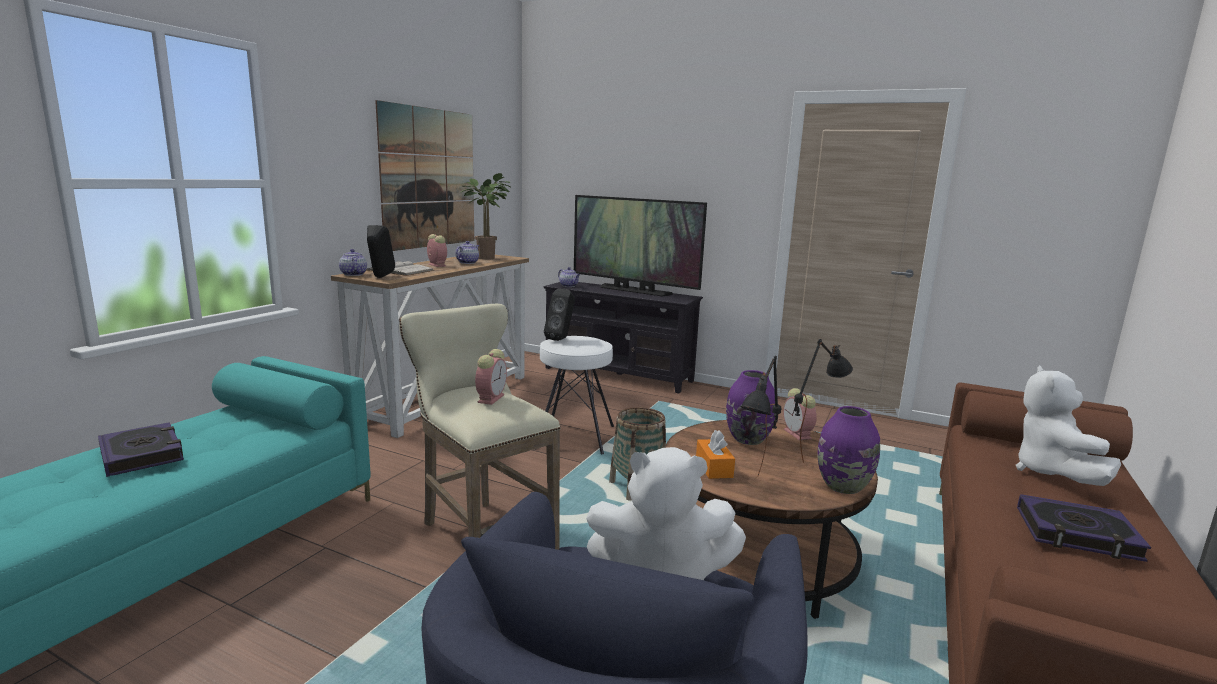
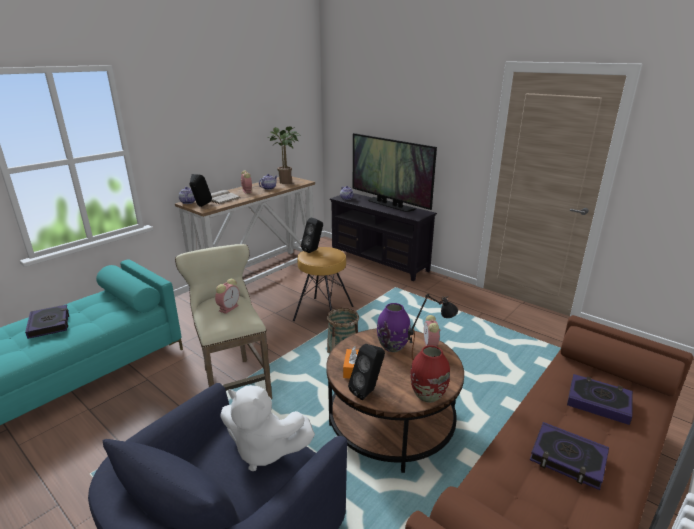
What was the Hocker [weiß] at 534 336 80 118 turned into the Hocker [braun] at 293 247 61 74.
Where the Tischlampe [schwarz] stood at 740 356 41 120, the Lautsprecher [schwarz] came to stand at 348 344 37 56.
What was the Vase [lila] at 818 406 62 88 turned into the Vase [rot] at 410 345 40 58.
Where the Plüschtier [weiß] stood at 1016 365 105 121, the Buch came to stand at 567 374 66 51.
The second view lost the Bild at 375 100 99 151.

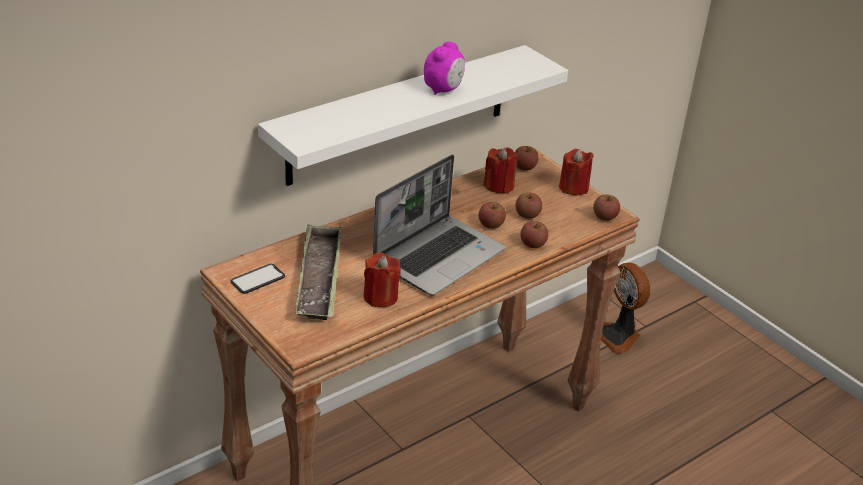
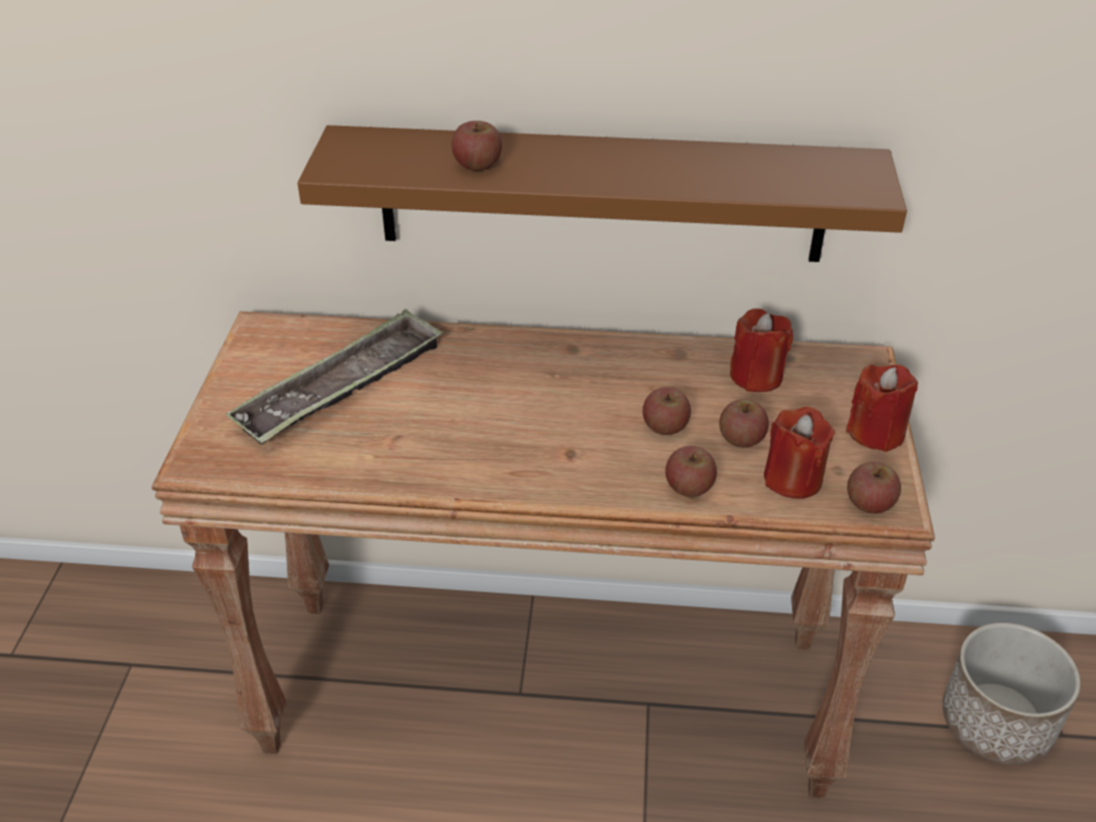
What was the Wandregal [weiß] at 258 45 310 141 turned into the Wandregal [braun] at 297 125 610 137.
The Apfel ended up elsewhere, having gone from 515 146 23 25 to 452 121 50 50.
The Kerze [rot] ended up elsewhere, having gone from 363 252 38 55 to 764 407 71 92.
Where the Ventilator stood at 601 262 49 92, the Pflanzkübel came to stand at 943 623 138 142.
The second view lost the Handy at 230 264 55 30.
The second view lost the Laptop at 373 154 133 142.
The second view lost the Wecker at 424 42 41 53.

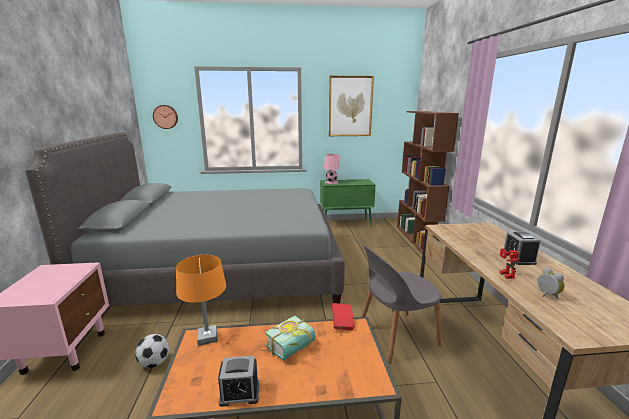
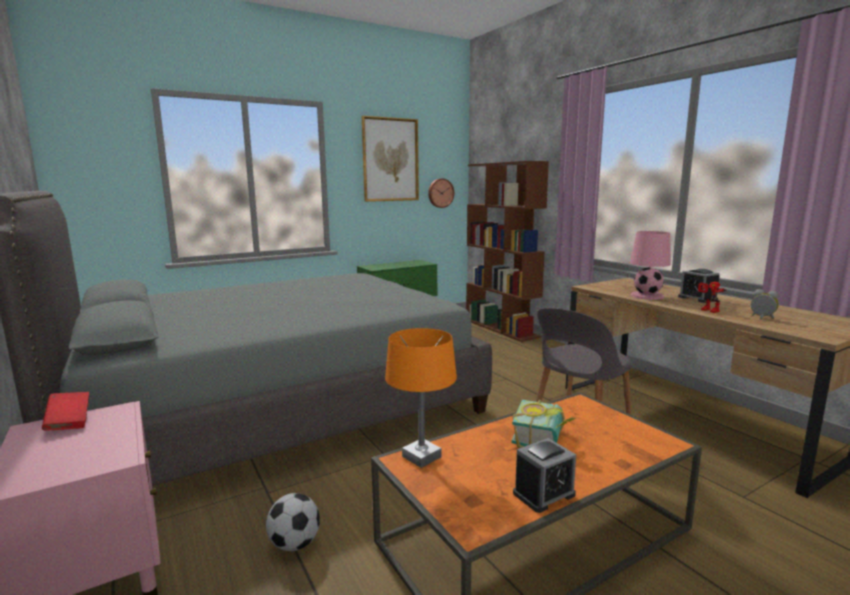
The Buch [rot] ended up elsewhere, having gone from 332 303 23 28 to 42 392 47 39.
The Wanduhr ended up elsewhere, having gone from 153 105 25 24 to 428 179 26 29.
The Tischlampe [rosa] ended up elsewhere, having gone from 324 154 16 30 to 630 231 41 69.

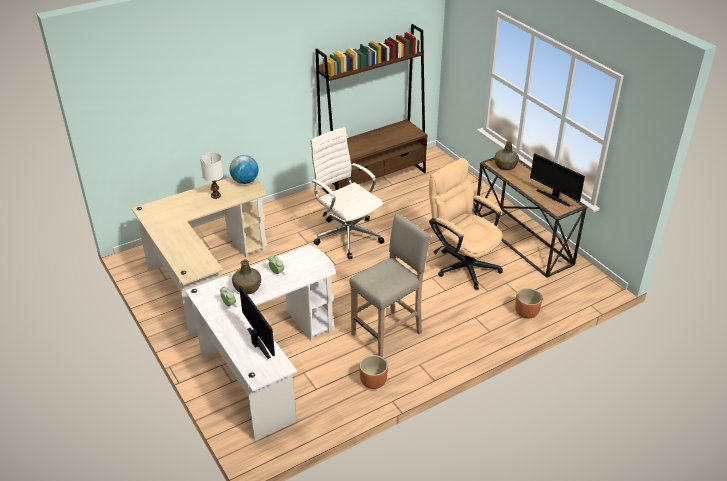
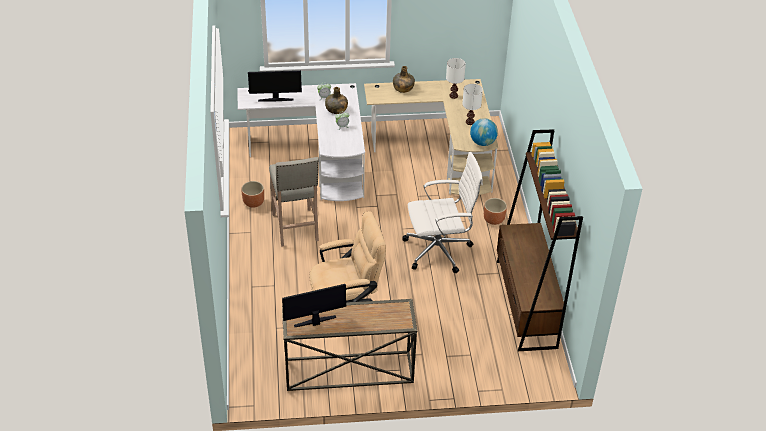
The Flasche [grün] ended up elsewhere, having gone from 495 141 24 29 to 393 66 22 27.
The second view gained the Tischlampe [weiß] at 446 58 20 41.
The Pflanzkübel [braun] ended up elsewhere, having gone from 515 288 27 30 to 484 198 23 27.

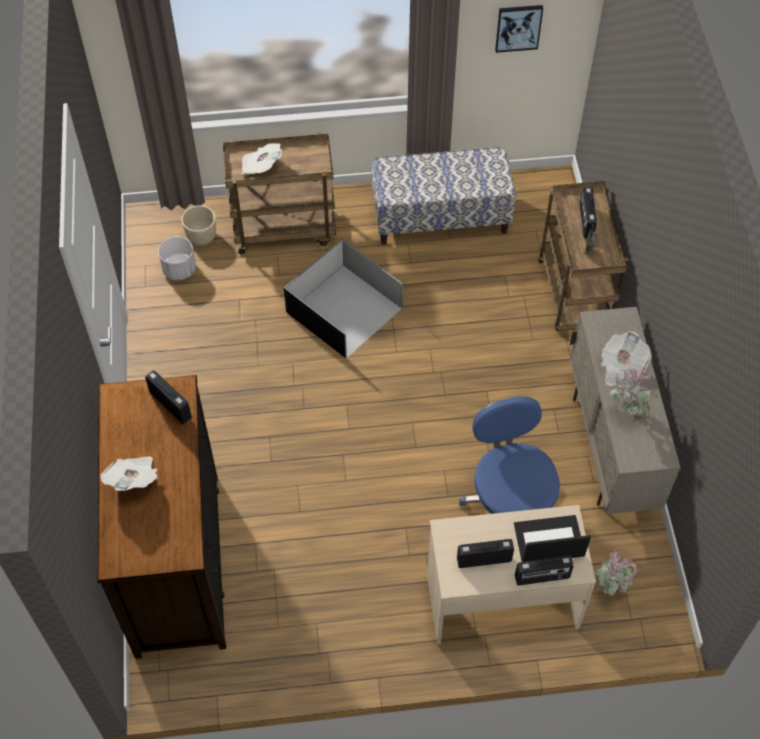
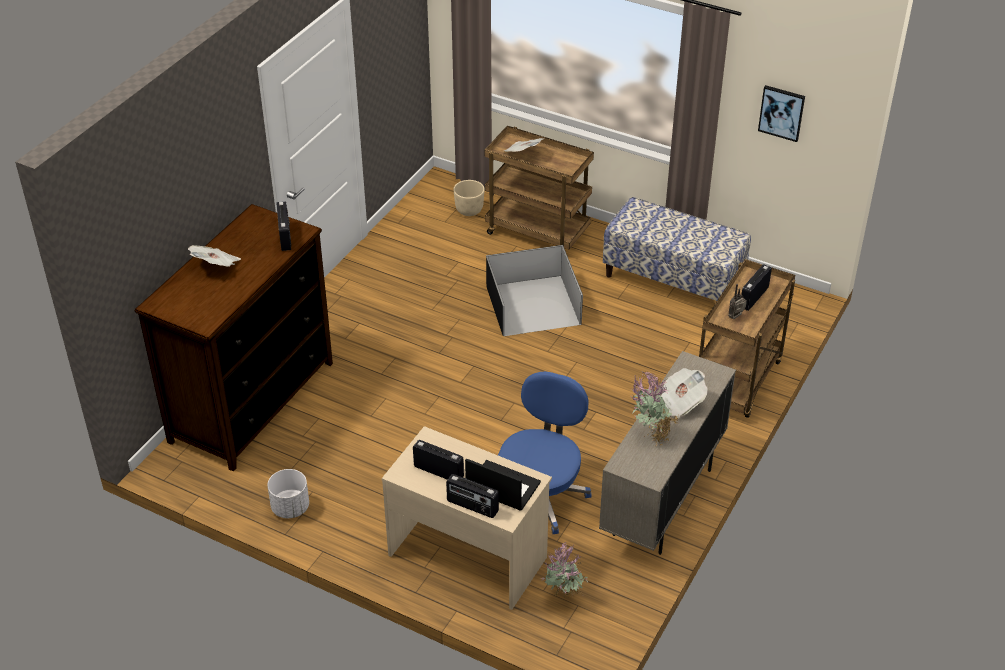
The Pflanzkübel [weiß] ended up elsewhere, having gone from 158 237 38 43 to 267 469 42 49.

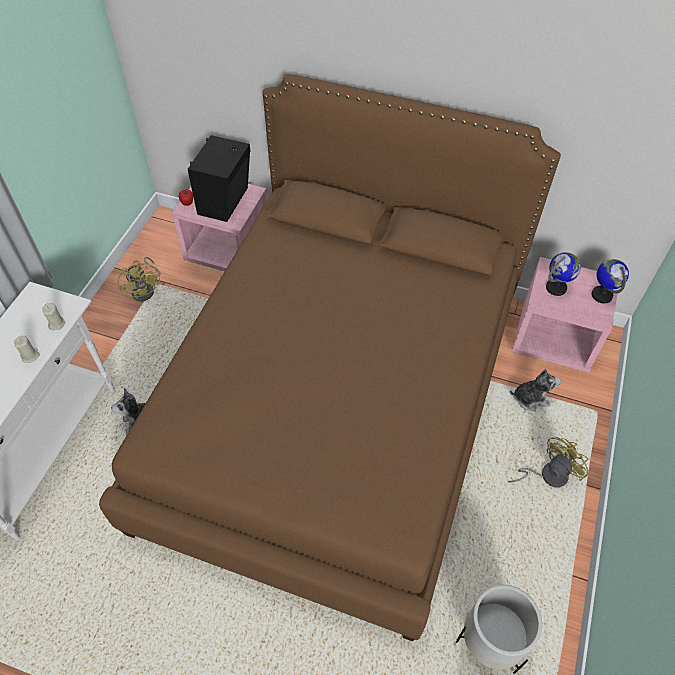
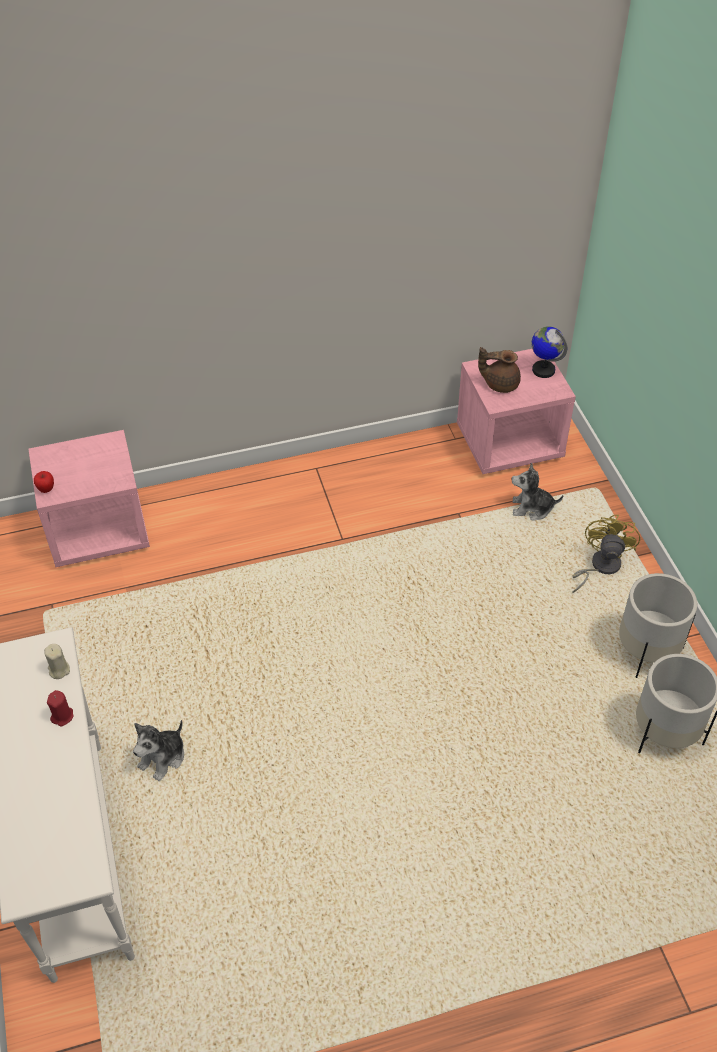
What was the Kerze [beige] at 14 336 26 27 turned into the Kerze [rot] at 47 690 26 37.
Where the Globus stood at 546 252 35 44, the Teekanne [braun] came to stand at 478 347 43 46.
The Plüschtier at 509 369 52 42 ended up facing another way, 135 degrees counterclockwise from before.
The second view gained the Pflanzkübel [weiß] at 619 573 78 105.
The second view lost the Bett [braun] at 99 74 462 567.
The second view lost the Ventilator [gelb] at 118 257 43 45.
The second view lost the Lautsprecher [schwarz] at 188 135 63 87.

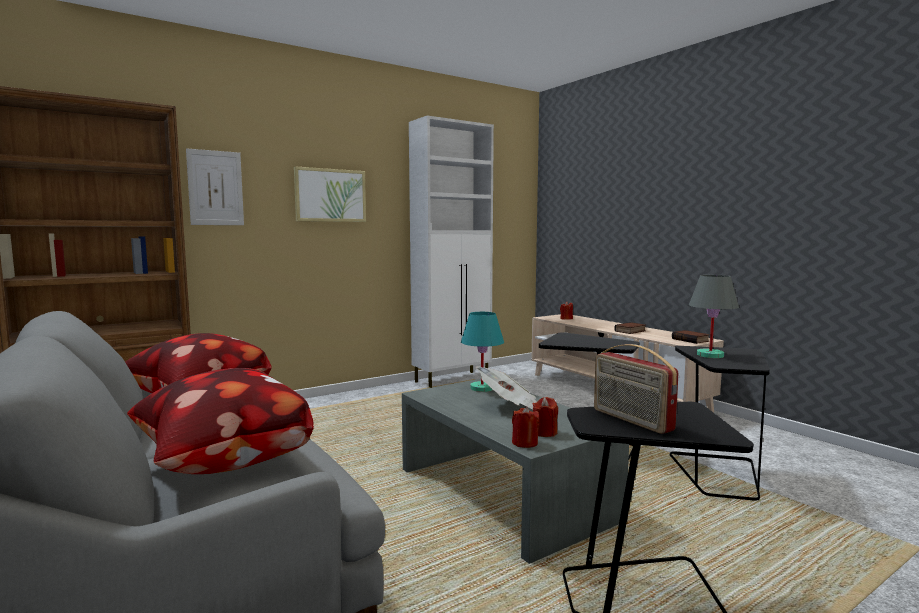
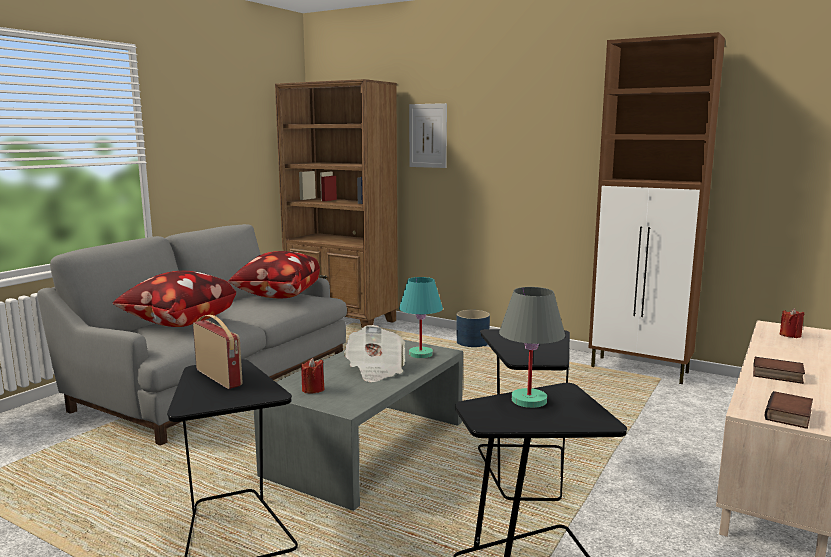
The Radio at 594 344 85 90 ended up facing another way, 105 degrees clockwise from before.
The second view gained the Pflanzkübel [blau] at 456 310 34 37.
What was the Schrank [weiß] at 409 115 85 273 turned into the Schrank [braun] at 588 32 137 352.
The second view lost the Bild at 294 166 72 56.
The second view lost the Kerze [rot] at 512 407 27 41.

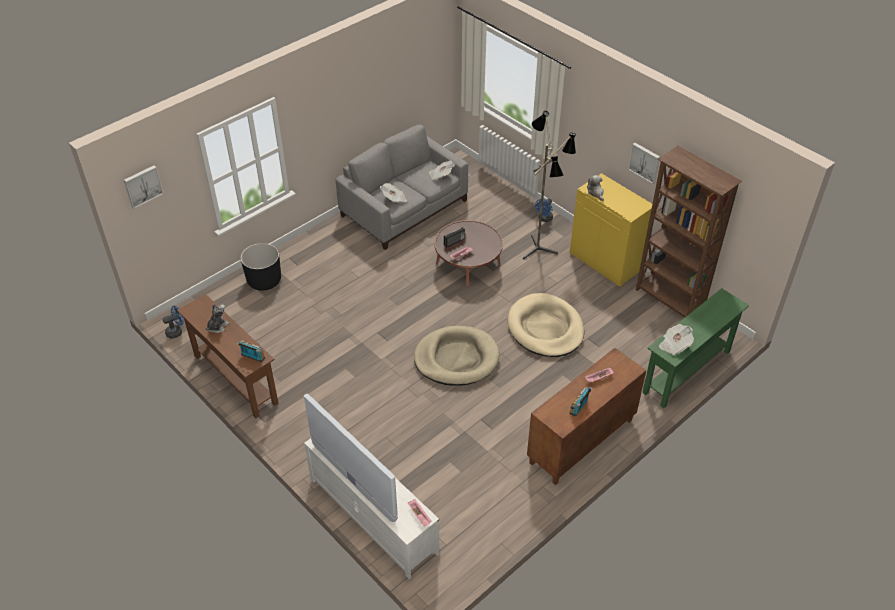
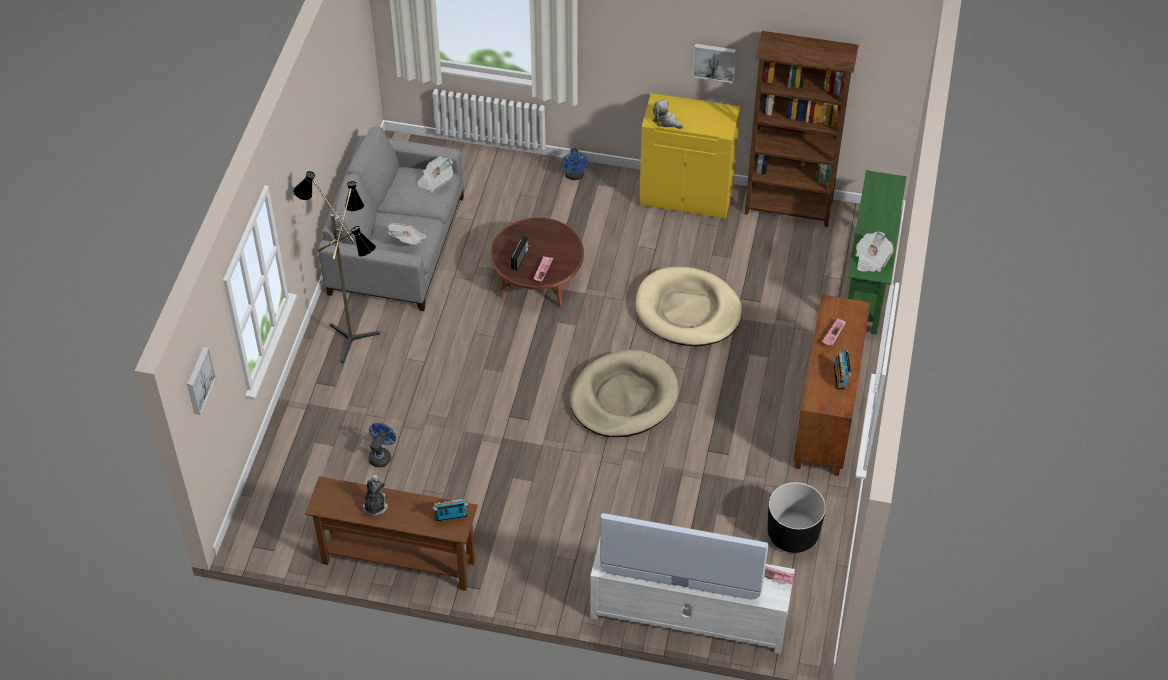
The Stehlampe ended up elsewhere, having gone from 523 111 53 148 to 293 171 87 192.
The Ventilator [blau] ended up elsewhere, having gone from 162 306 22 32 to 369 423 27 45.
The Pflanzkübel [schwarz] ended up elsewhere, having gone from 241 243 40 48 to 768 482 58 71.

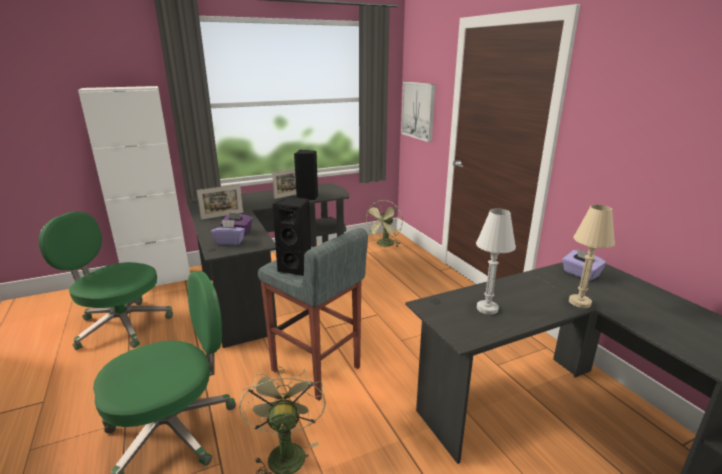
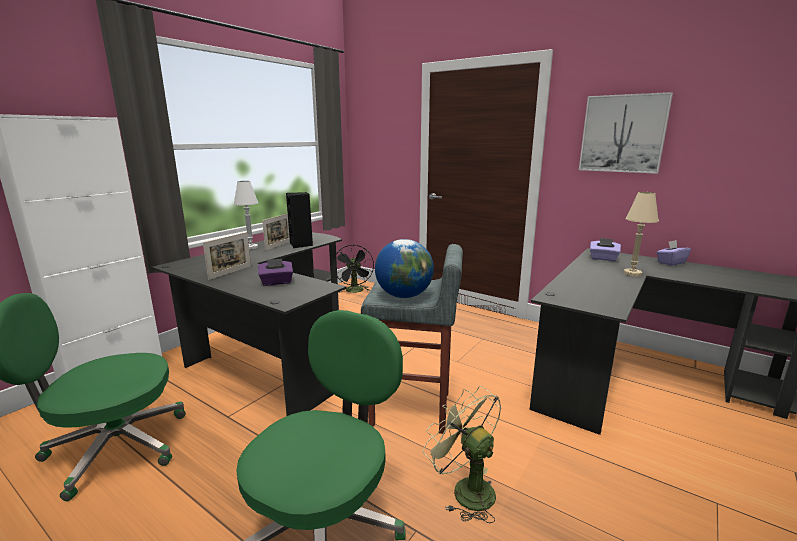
The Tischlampe [weiß] ended up elsewhere, having gone from 476 209 40 106 to 234 181 25 68.
What was the Ventilator [grün] at 364 200 39 47 turned into the Ventilator [schwarz] at 336 245 38 48.
Where the Lautsprecher [schwarz] stood at 272 196 39 81, the Globus came to stand at 375 239 59 59.
The Bild ended up elsewhere, having gone from 401 82 34 60 to 579 92 94 82.
The Taschentuchbox [lila] ended up elsewhere, having gone from 211 220 34 25 to 656 240 35 26.

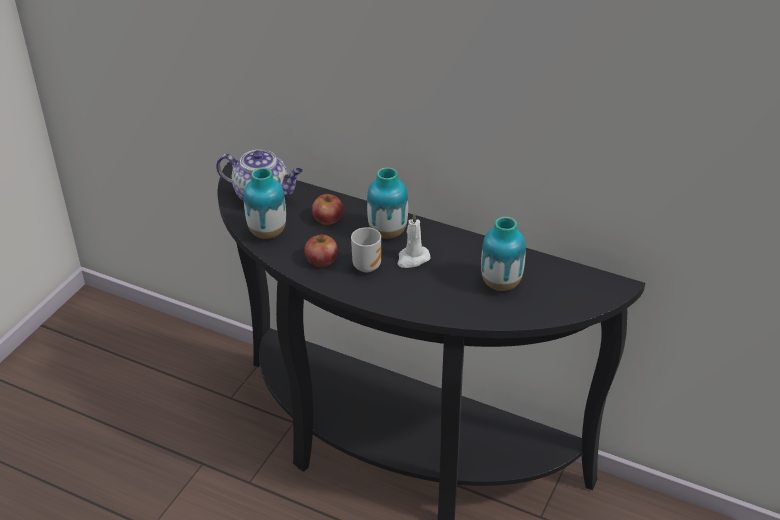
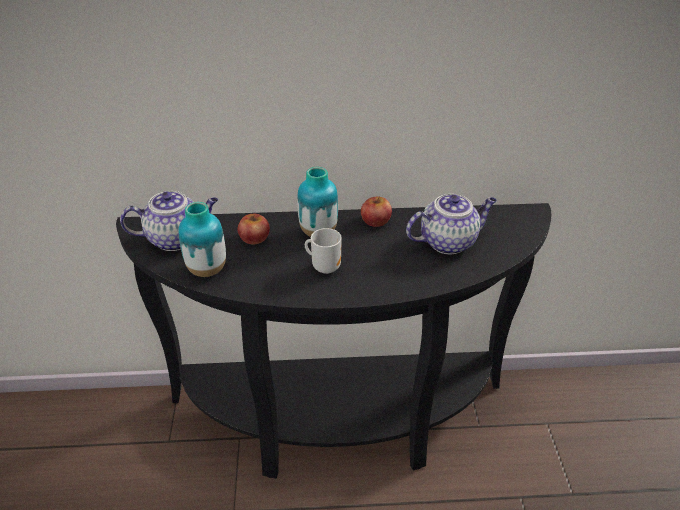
The Apfel ended up elsewhere, having gone from 304 234 34 33 to 361 196 31 31.
Where the Vase stood at 481 216 45 75, the Teekanne came to stand at 406 194 91 60.
The second view lost the Kerze [weiß] at 397 212 34 56.

